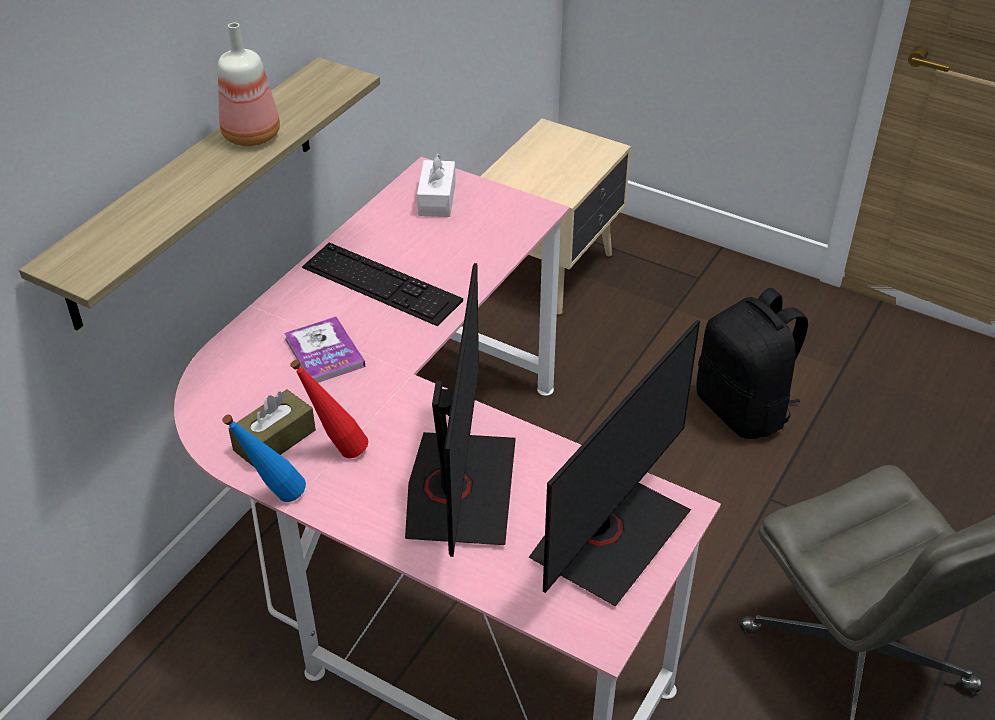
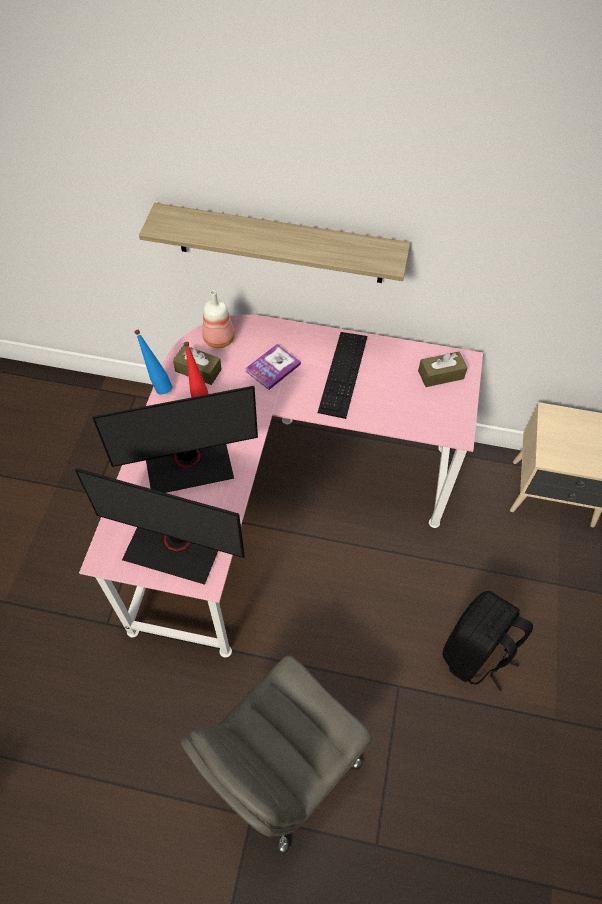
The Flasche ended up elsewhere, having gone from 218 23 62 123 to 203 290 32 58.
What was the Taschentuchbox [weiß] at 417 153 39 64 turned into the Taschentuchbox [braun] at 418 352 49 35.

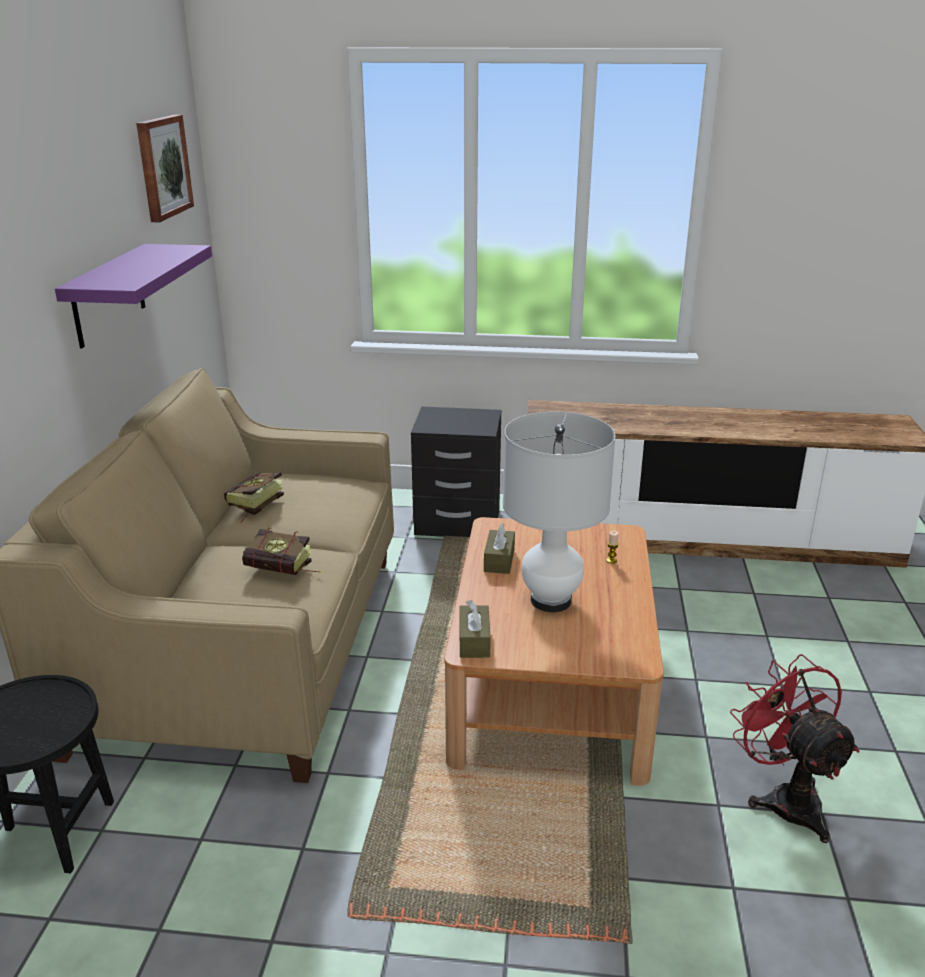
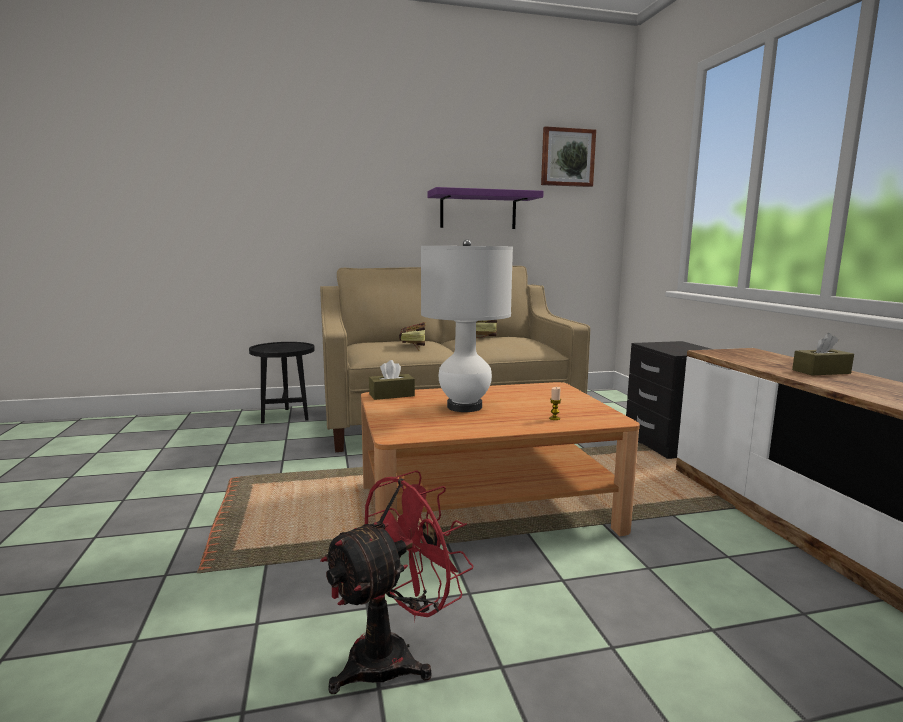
The Taschentuchbox [braun] ended up elsewhere, having gone from 484 523 31 51 to 792 333 62 42.

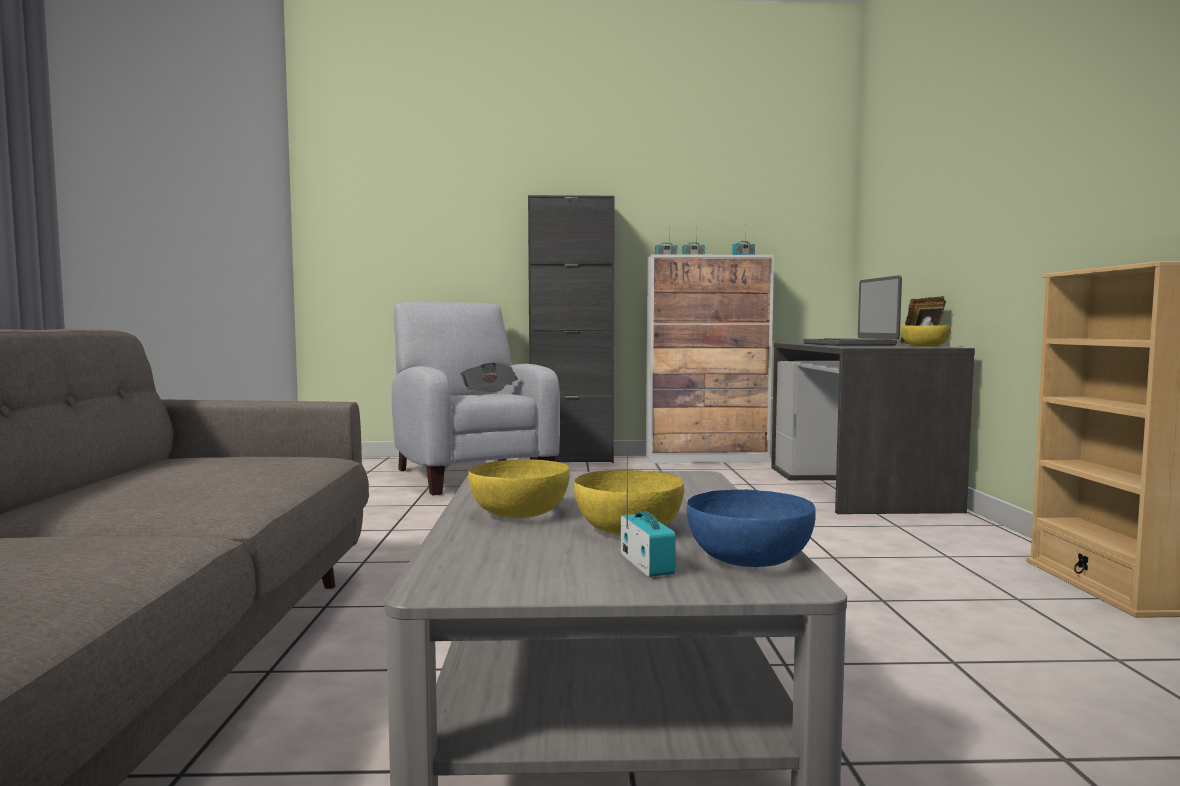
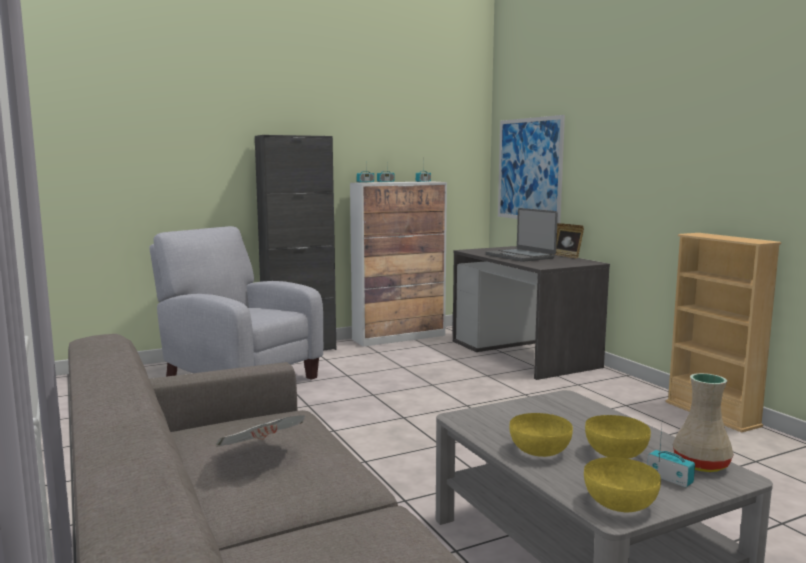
The Zeitung ended up elsewhere, having gone from 461 363 56 29 to 216 415 89 32.
The second view gained the Bild at 498 115 67 108.
The Schüssel [gelb] ended up elsewhere, having gone from 900 325 51 22 to 584 457 77 55.
Where the Schüssel [blau] stood at 687 490 129 77, the Vase [beige] came to stand at 673 373 61 99.

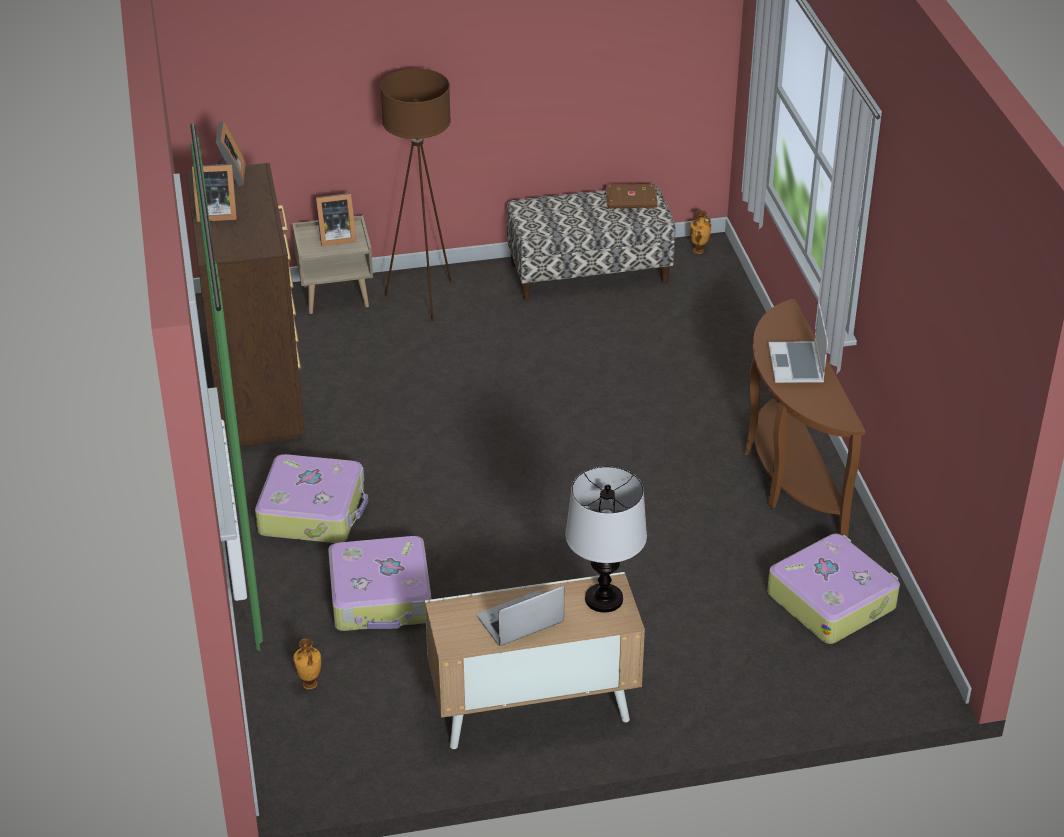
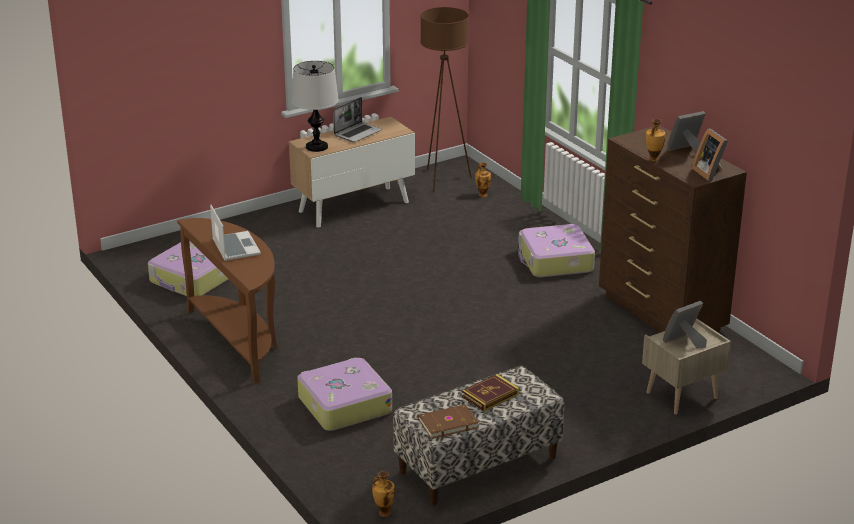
The Koffer ended up elsewhere, having gone from 328 536 103 95 to 297 357 95 74.
The Stehlampe [braun] ended up elsewhere, having gone from 380 68 72 254 to 420 7 52 184.
The second view gained the Buch at 462 374 57 37.
The second view gained the Vase at 646 119 19 42.

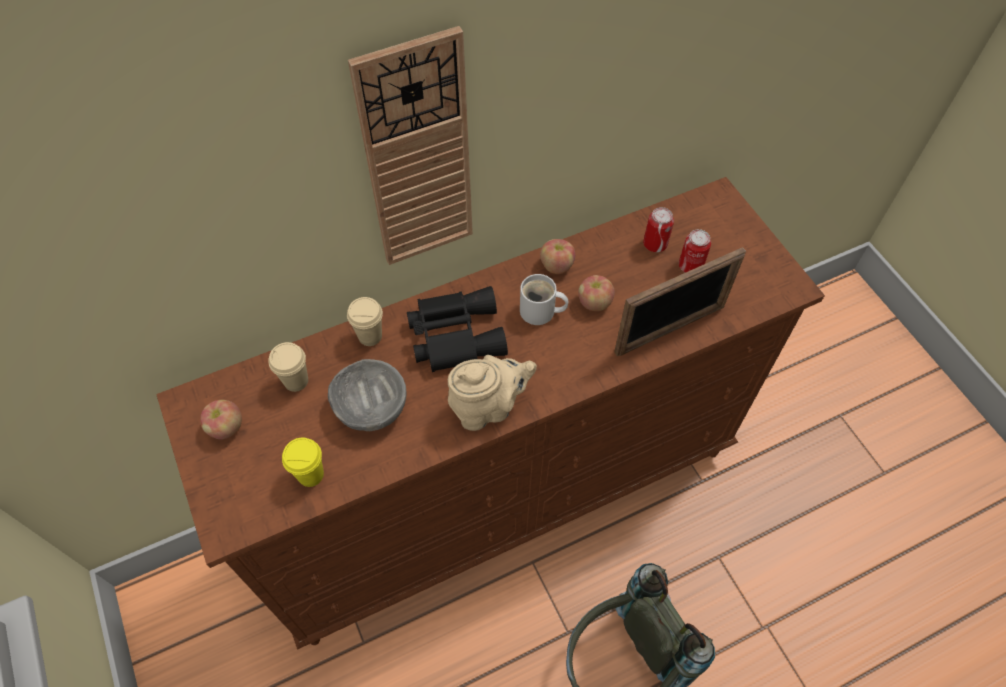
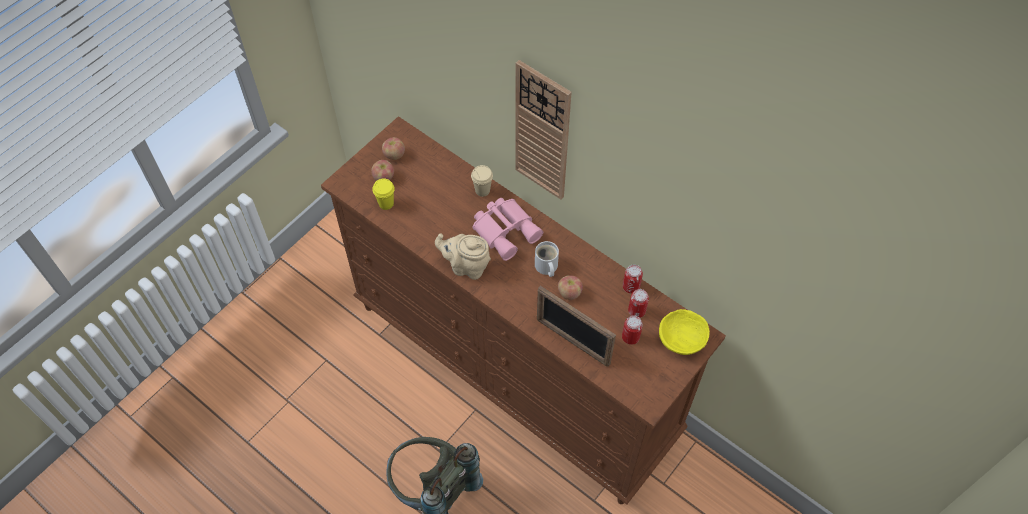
The Apfel ended up elsewhere, having gone from 540 239 35 35 to 371 160 23 21.
The Teekanne [beige] at 448 355 89 76 ended up facing another way, 150 degrees clockwise from before.
What was the Fernglas [schwarz] at 407 286 101 86 turned into the Fernglas [rosa] at 473 198 70 63.
The second view gained the Dose at 623 264 20 30.
The second view gained the Schüssel [gelb] at 659 309 51 46.
The second view lost the Tasse [beige] at 268 342 40 50.
The second view lost the Schüssel [grau] at 328 359 78 72.

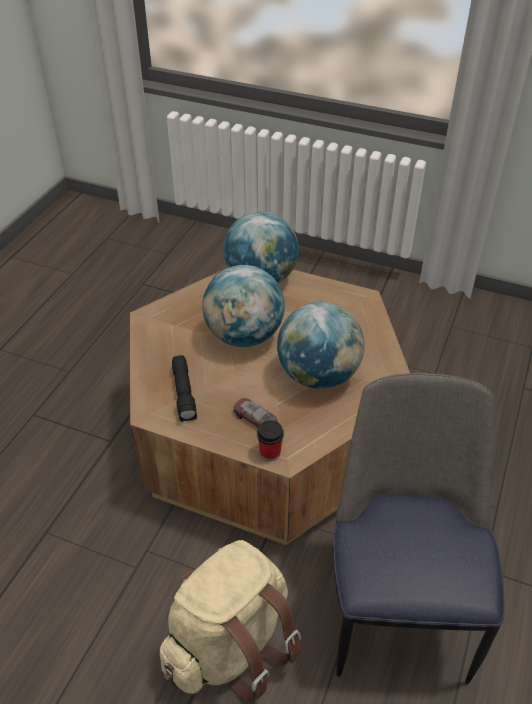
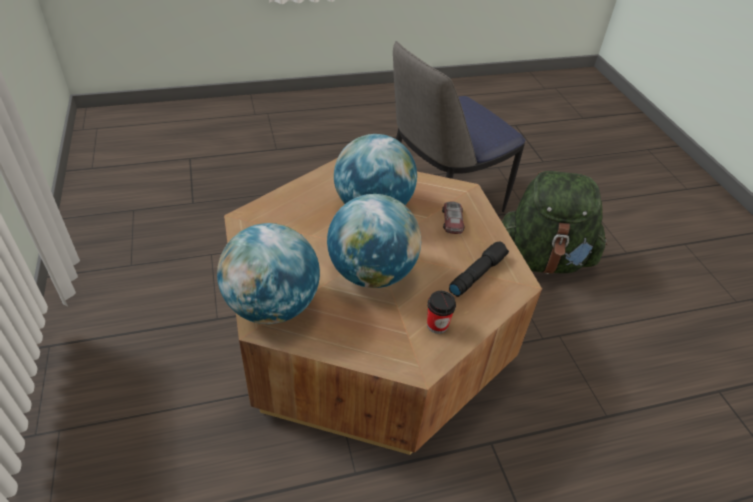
The Tasse ended up elsewhere, having gone from 257 420 27 41 to 427 291 29 43.
What was the Rucksack [beige] at 160 540 141 162 turned into the Rucksack [grün] at 501 171 106 103.

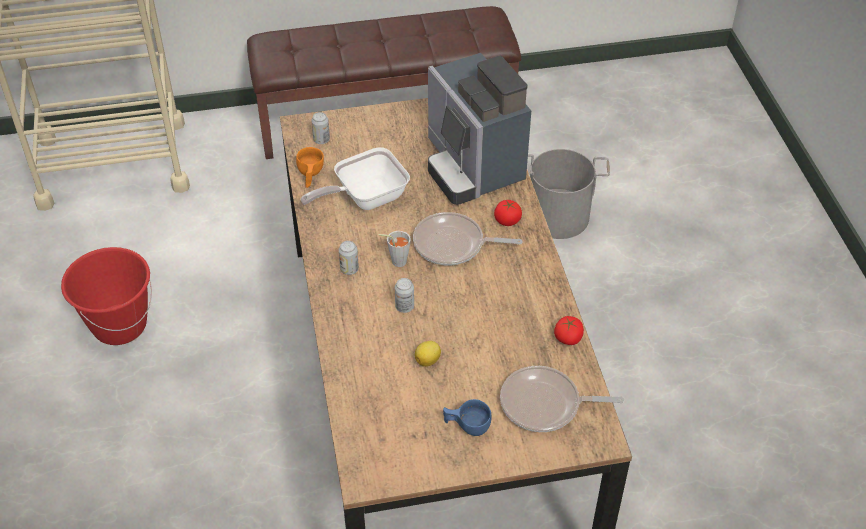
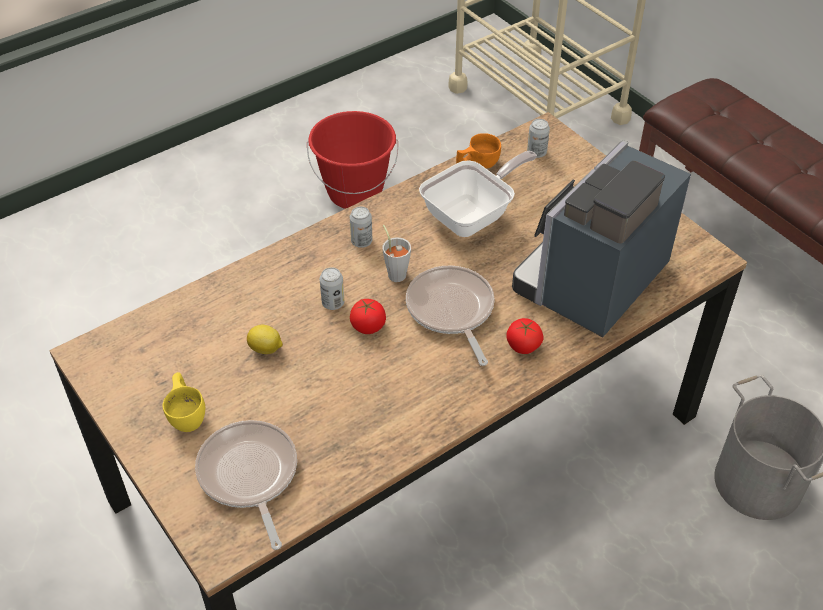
What was the Tasse [blau] at 443 399 48 37 turned into the Tasse [gelb] at 163 372 42 60.
The Tomate ended up elsewhere, having gone from 554 316 30 29 to 350 299 36 35.
The Pfanne at 301 147 109 63 ended up facing another way, 105 degrees clockwise from before.

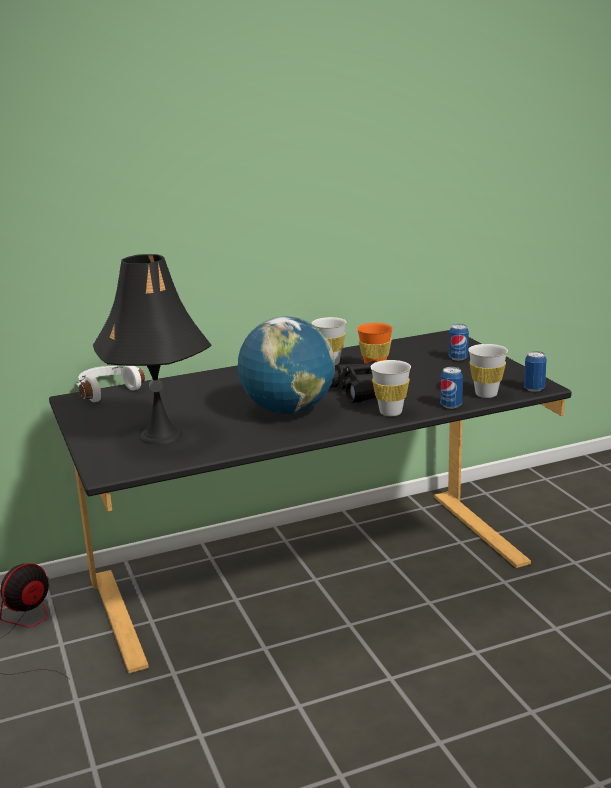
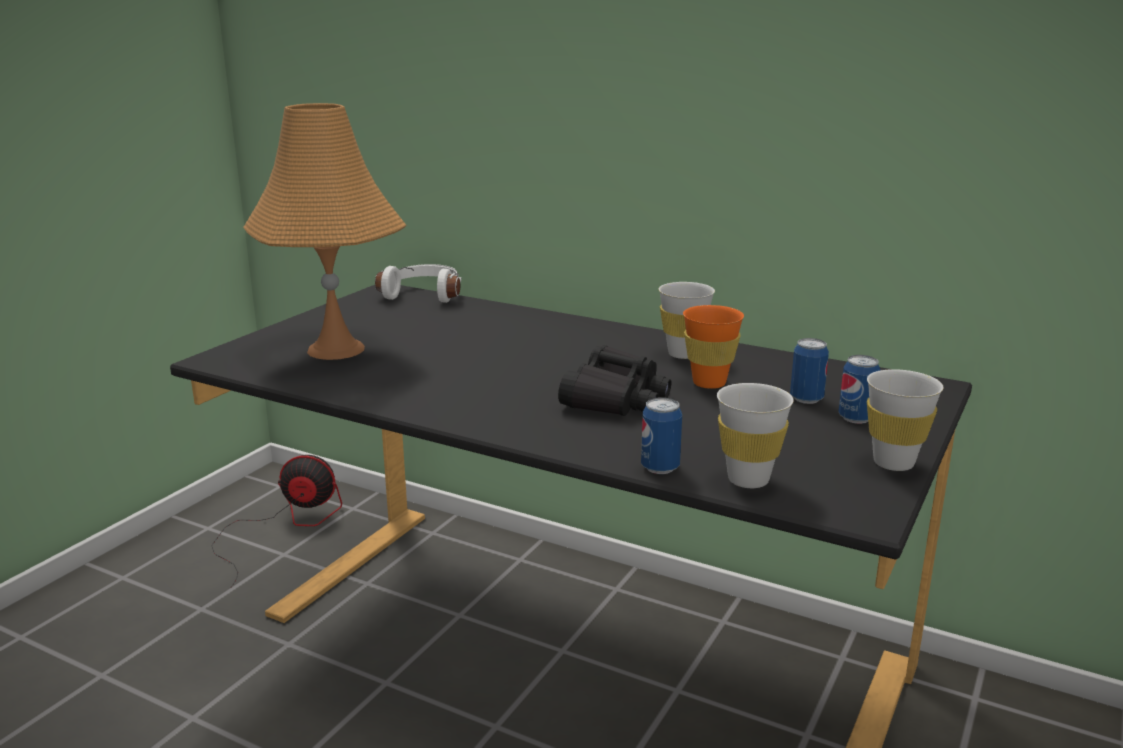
What was the Tischlampe [schwarz] at 93 254 118 191 turned into the Tischlampe [orange] at 243 103 163 257.
The Dose ended up elsewhere, having gone from 524 351 23 41 to 790 338 39 66.
The Tasse [weiß] ended up elsewhere, having gone from 371 360 40 56 to 867 369 76 102.
The second view lost the Globus at 238 316 97 98.

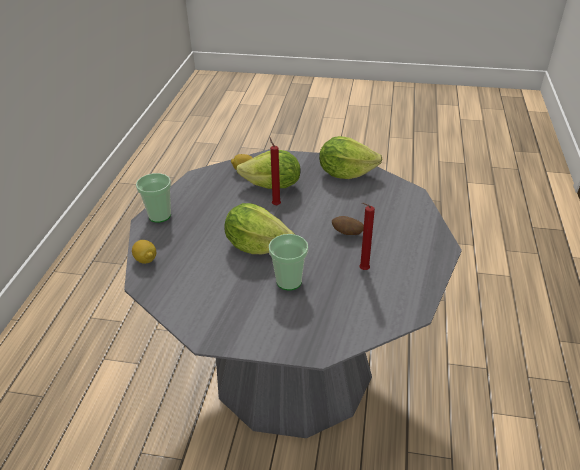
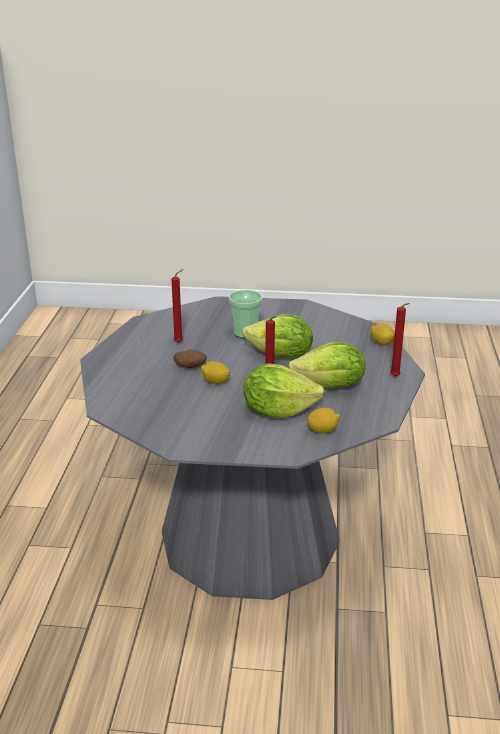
The second view gained the Zitrone at 201 361 29 23.
The Salatkopf ended up elsewhere, having gone from 319 136 63 43 to 288 342 78 46.
Where the Tasse stood at 136 173 35 50, the Kerze [rot] came to stand at 390 303 20 73.

